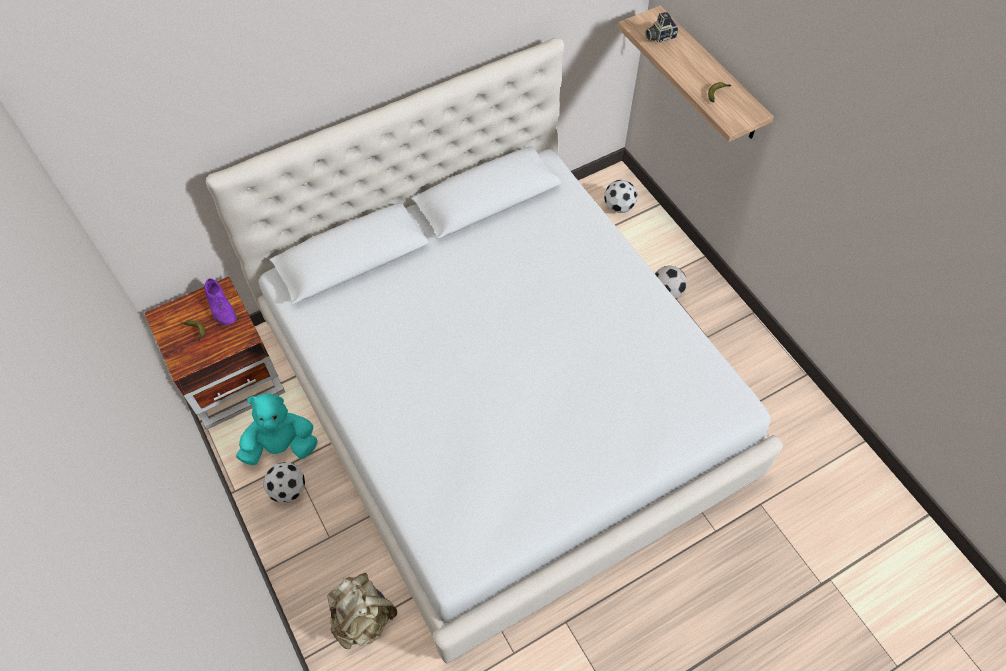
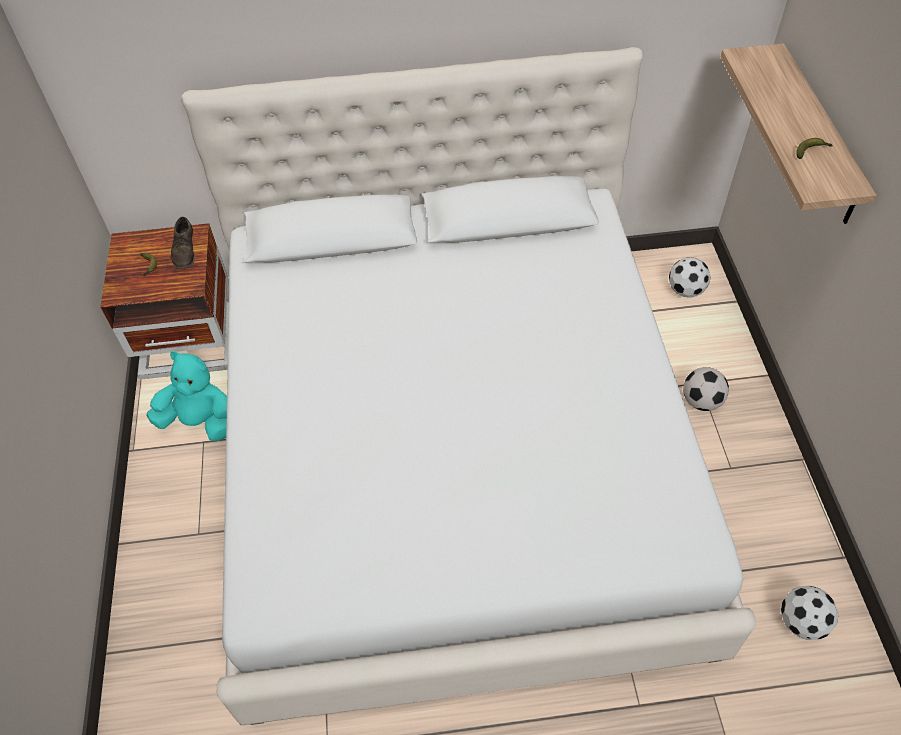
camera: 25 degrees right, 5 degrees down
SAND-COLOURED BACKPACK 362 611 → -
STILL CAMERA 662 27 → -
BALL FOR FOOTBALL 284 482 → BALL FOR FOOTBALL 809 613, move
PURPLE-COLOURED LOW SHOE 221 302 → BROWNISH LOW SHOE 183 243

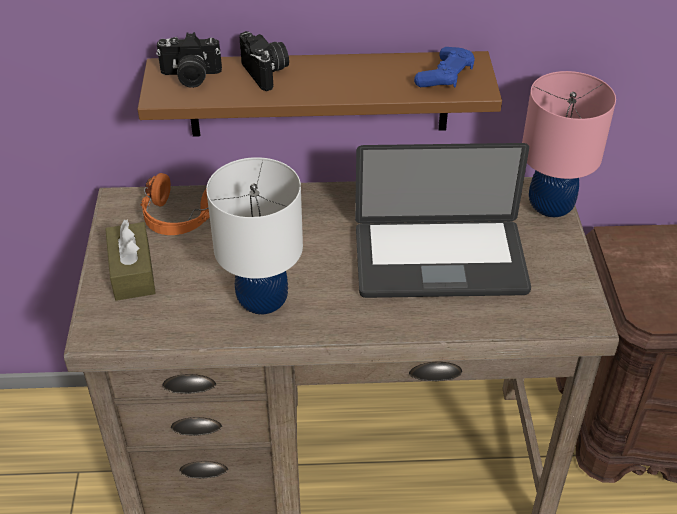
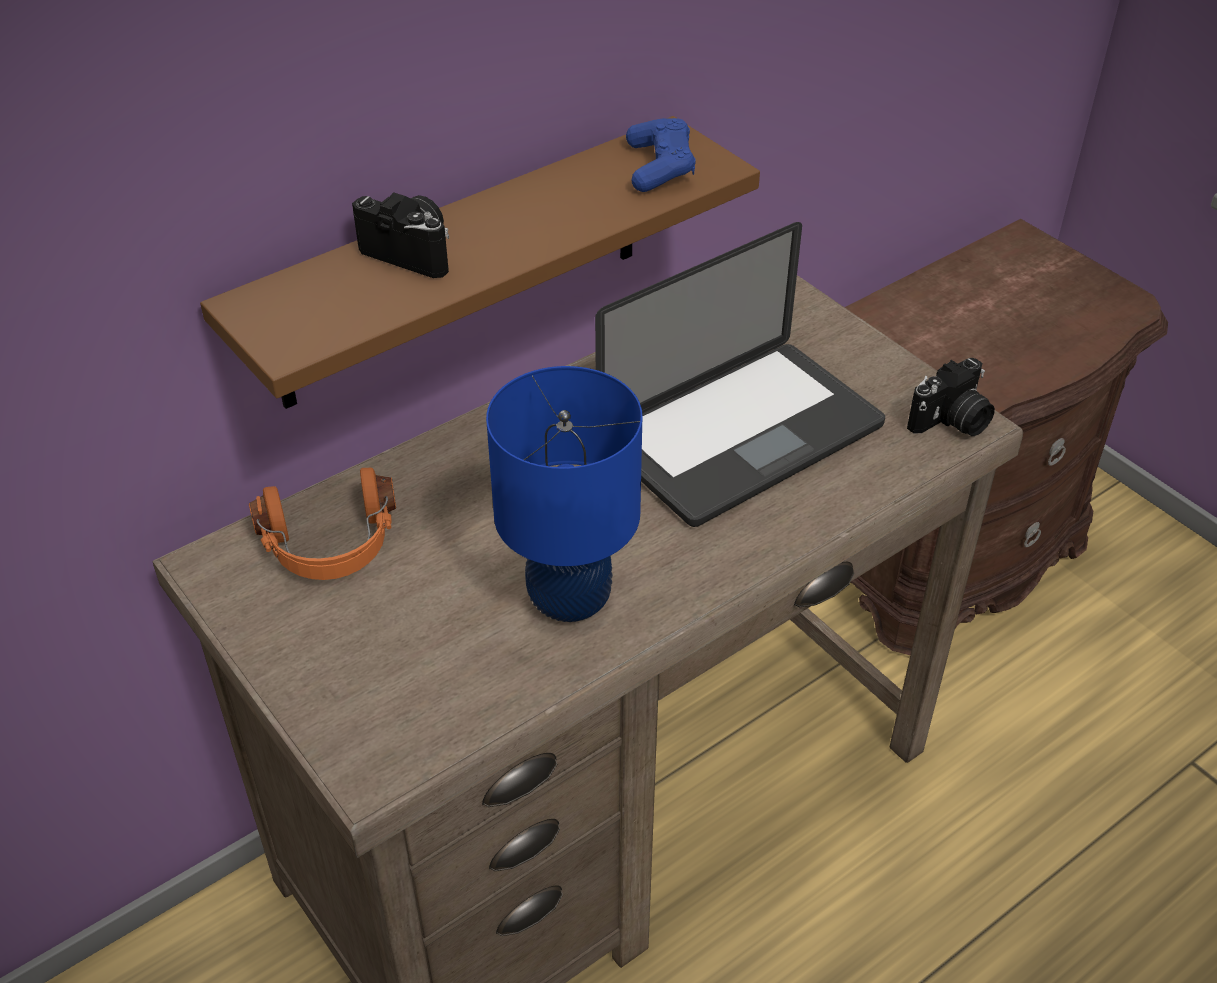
camera: 35 degrees left, 0 degrees up
BROWNISH BOX OF TISSUES 130 260 → -
PINKISH LAMP FOR A TABLE 569 144 → -
STILL CAMERA 189 60 → STILL CAMERA 951 397, move
WHITE-COLOURED LAMP FOR A TABLE 254 235 → BLUISH LAMP FOR A TABLE 564 494

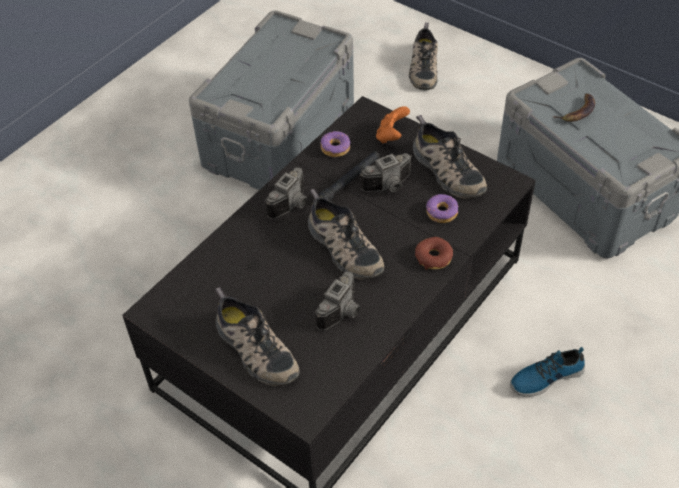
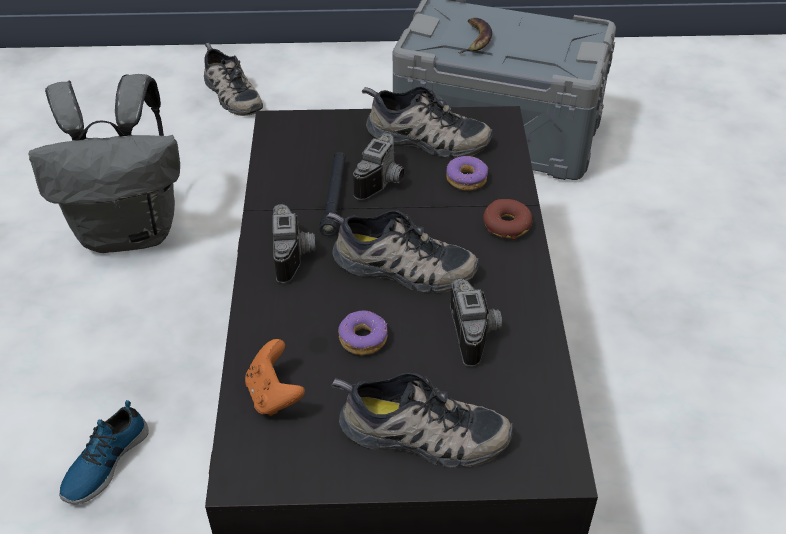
camera: 40 degrees left, 5 degrees down
RING DOUGHNUT 335 144 → RING DOUGHNUT 363 332, move
ORANGEY GAMEPAD 393 125 → ORANGEY GAMEPAD 275 377, move
LOW SHOE 547 372 → LOW SHOE 104 452, move
GRAY STORAGE CONTAINER 271 100 → GRAY BACKPACK 104 163

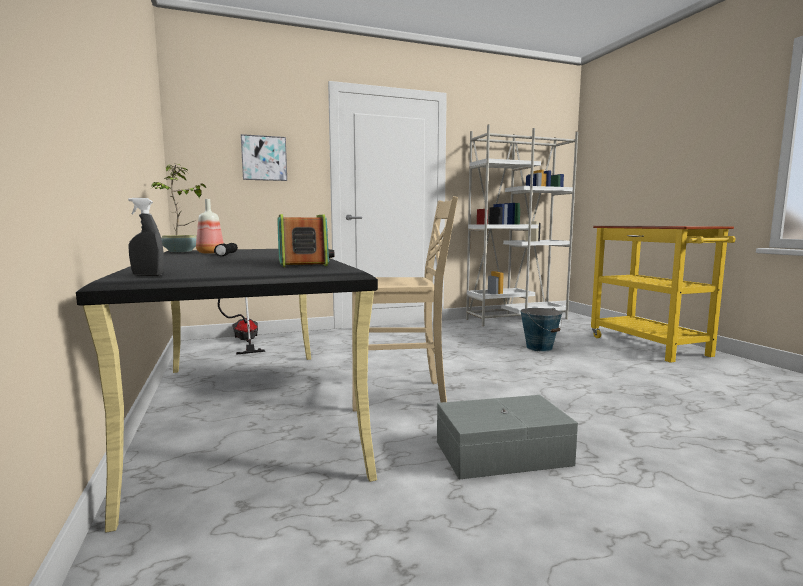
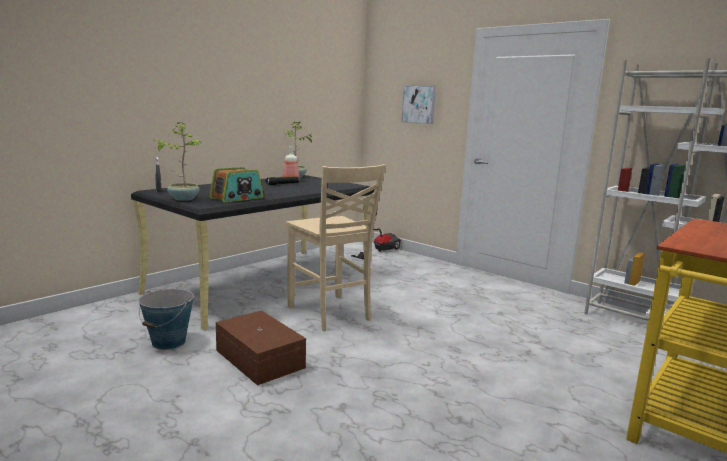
camera: 60 degrees right, 5 degrees up
- → POTTED PLANT 177 161
PAIL 541 329 → PAIL 166 319, move
GRAY STORAGE CONTAINER 507 437 → BROWNISH STORAGE CONTAINER 261 347

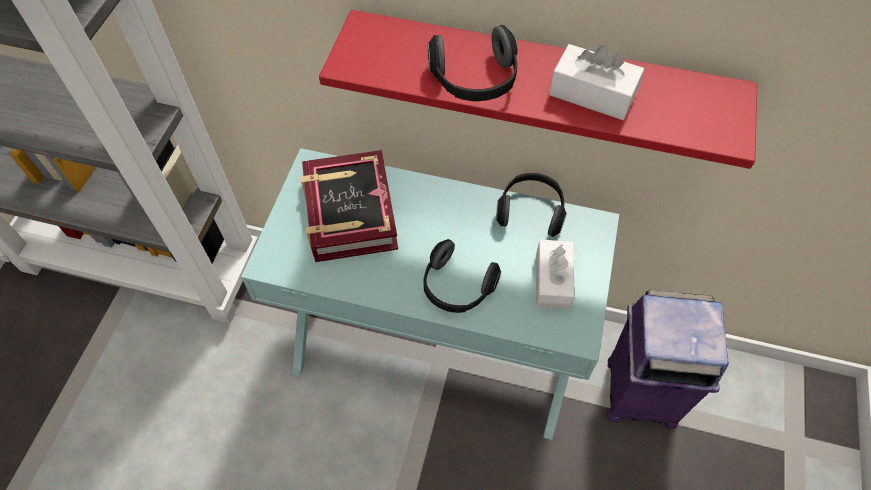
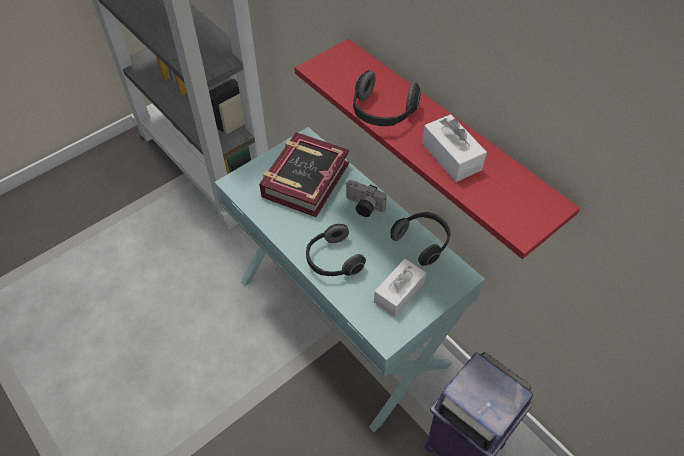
camera: 35 degrees right, 5 degrees down
- → STILL CAMERA 366 198

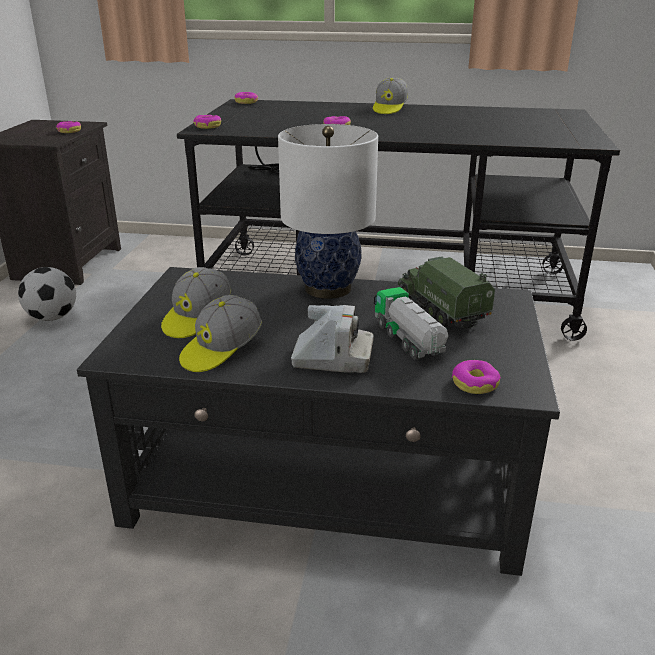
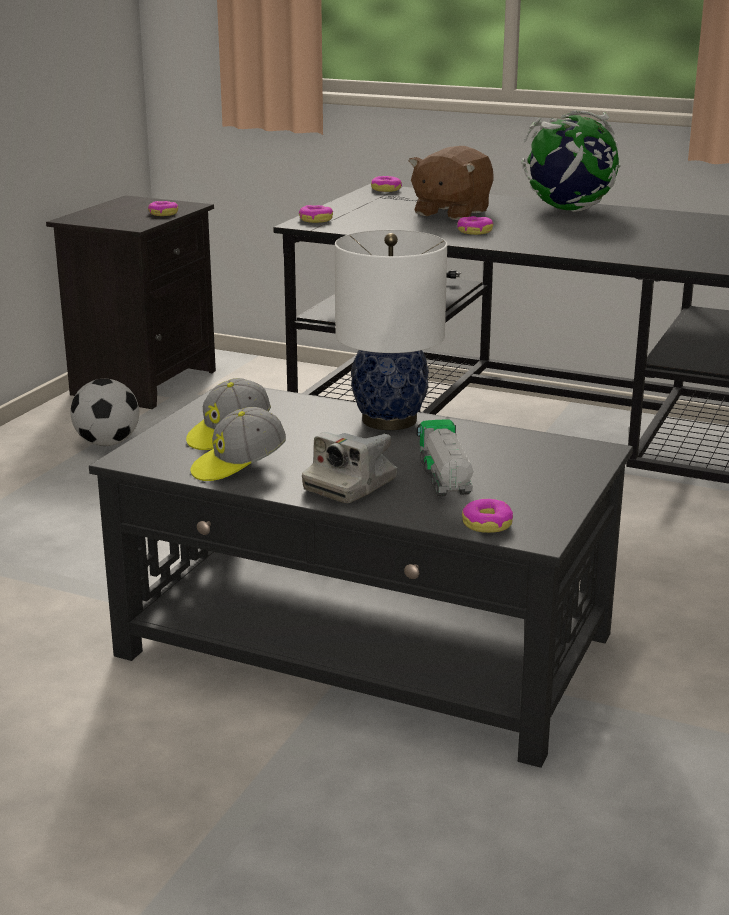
camera: 15 degrees right, 5 degrees down
TOY LORRY 446 293 → -
- → BROWNISH SOFT TOY 451 183
CAP 390 95 → GLOBE 571 161
STILL CAMERA 332 339 → STILL CAMERA 349 467, 105 degrees clockwise

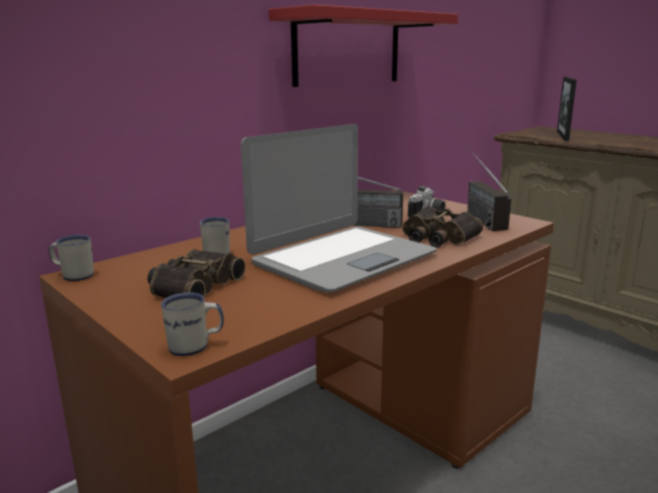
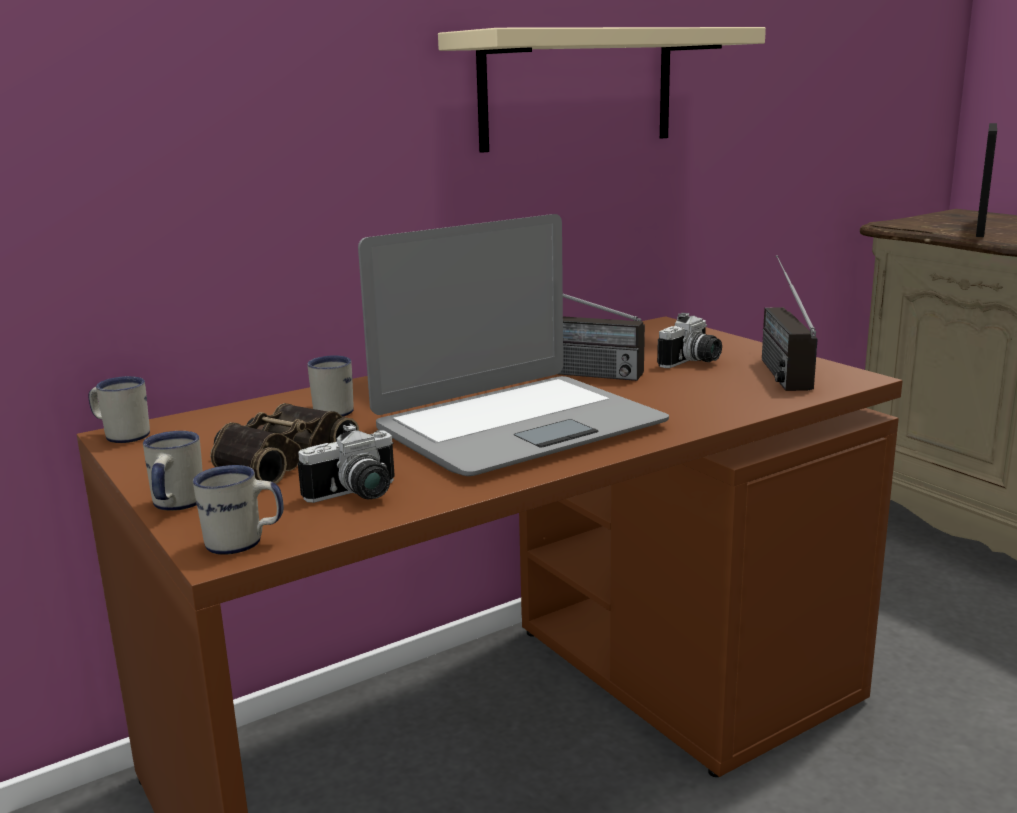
camera: 10 degrees right, 0 degrees up
PAIR OF BINOCULARS 442 226 → -
- → WHITE-COLOURED COFFEE MUG 173 471
- → STILL CAMERA 346 463
RED-COLOURED WALL SHELF 363 46 → SAND-COLOURED WALL SHELF 602 90

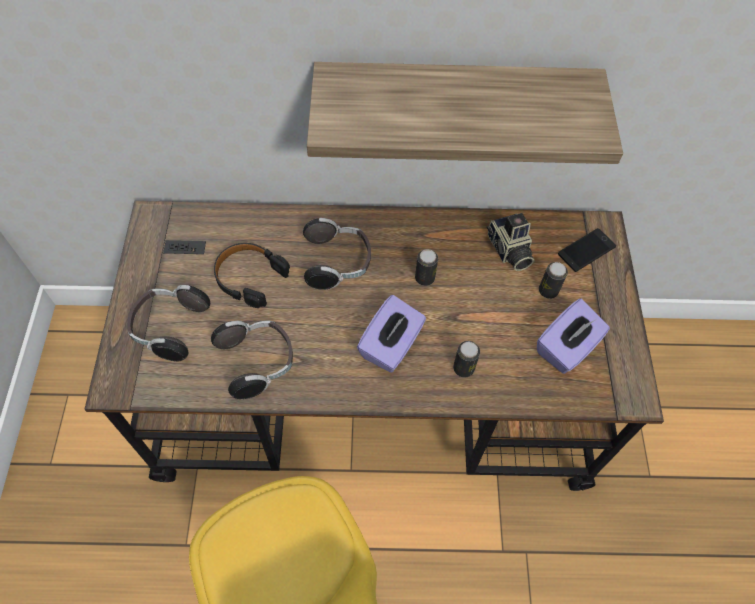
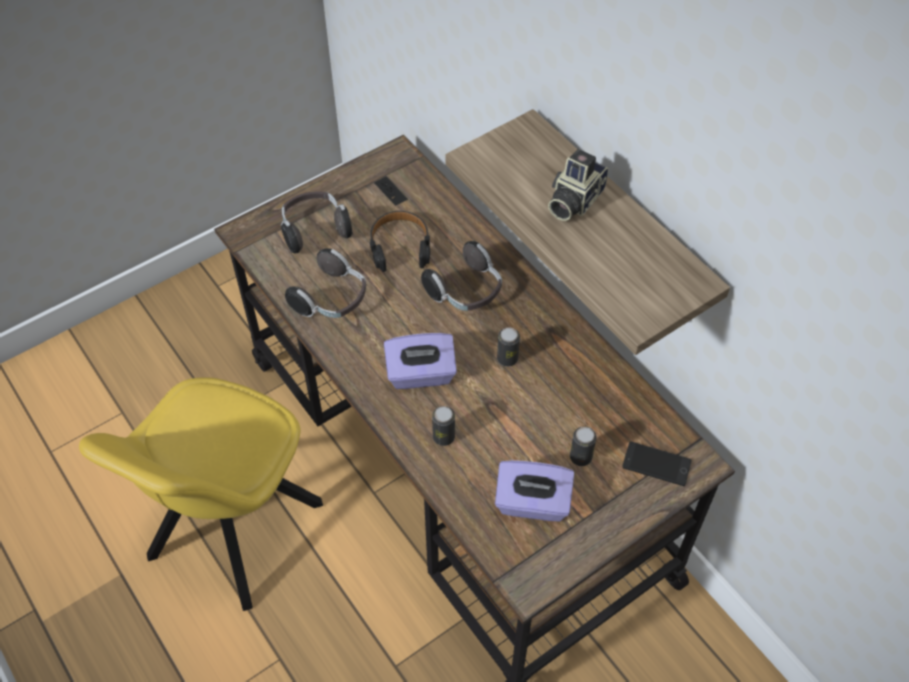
camera: 55 degrees right, 5 degrees down
STILL CAMERA 510 242 → STILL CAMERA 578 185, move

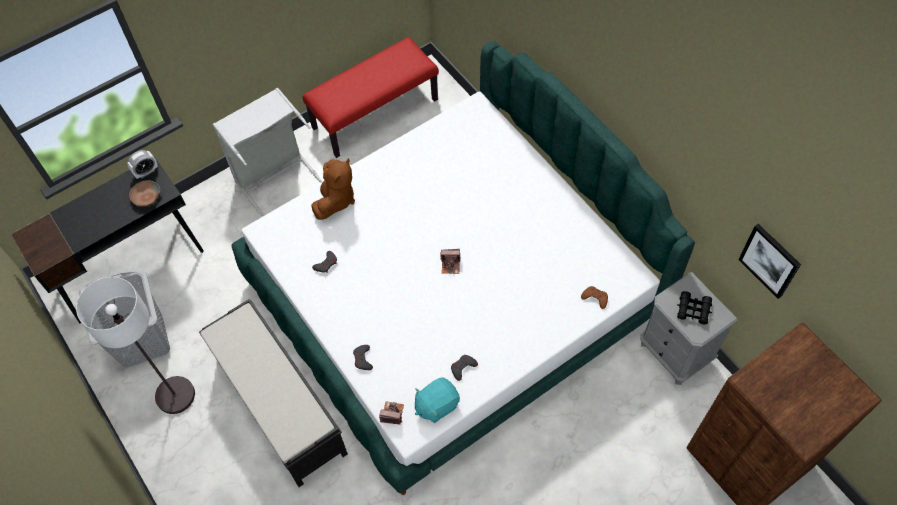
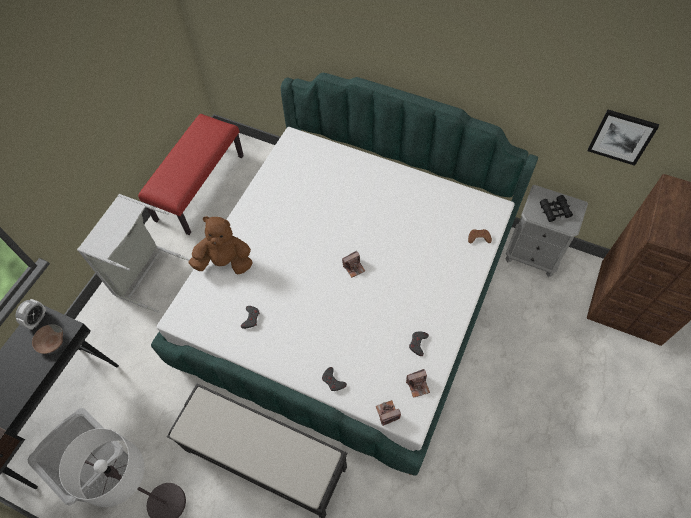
camera: 30 degrees left, 0 degrees up
TURQUOISE SOFT TOY 437 400 → STILL CAMERA 418 383
BROWNISH SOFT TOY 333 189 → BROWNISH SOFT TOY 221 245, 75 degrees counterclockwise

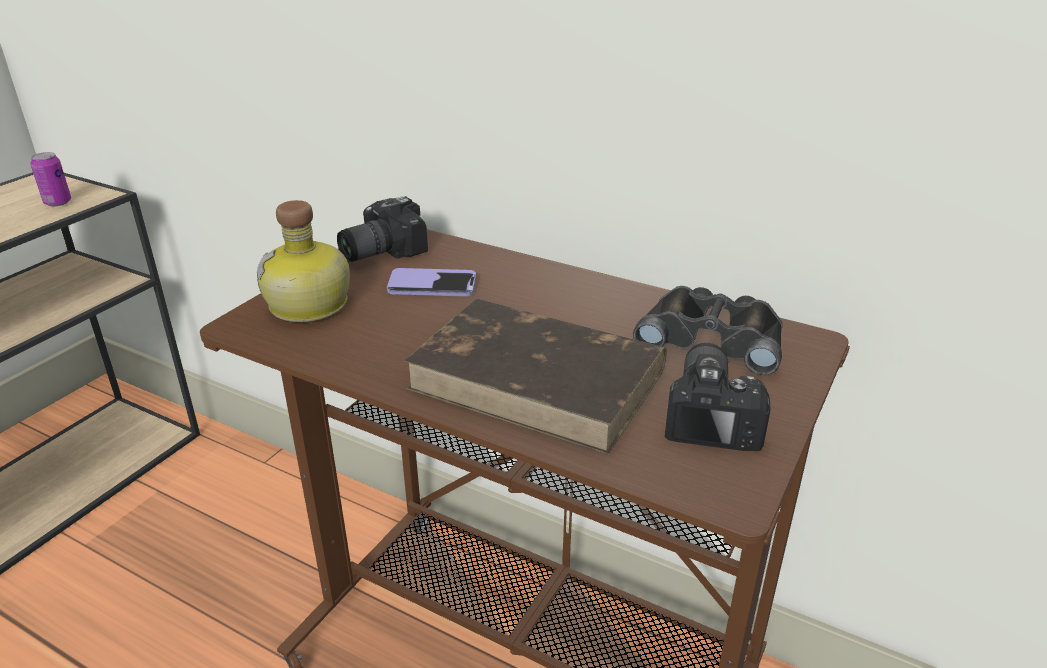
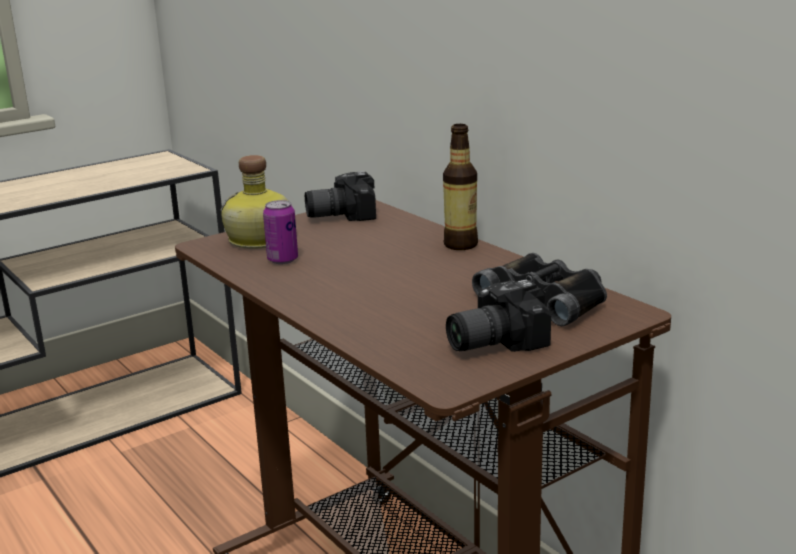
camera: 25 degrees right, 10 degrees down
HANDSET 431 282 → -
BROWNISH BOOK 535 377 → -
- → BOTTLE 460 187
SEALED CAN 50 179 → SEALED CAN 280 232, move
STILL CAMERA 718 397 → STILL CAMERA 498 316, 150 degrees counterclockwise

